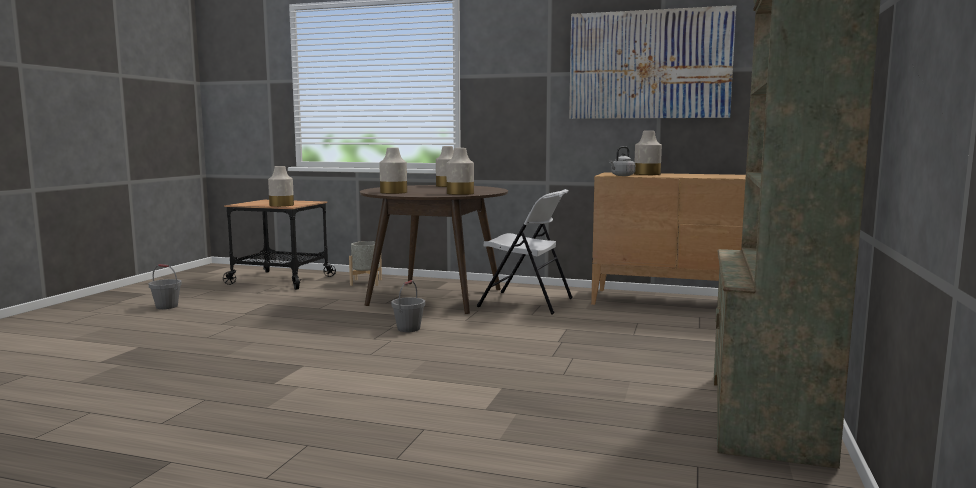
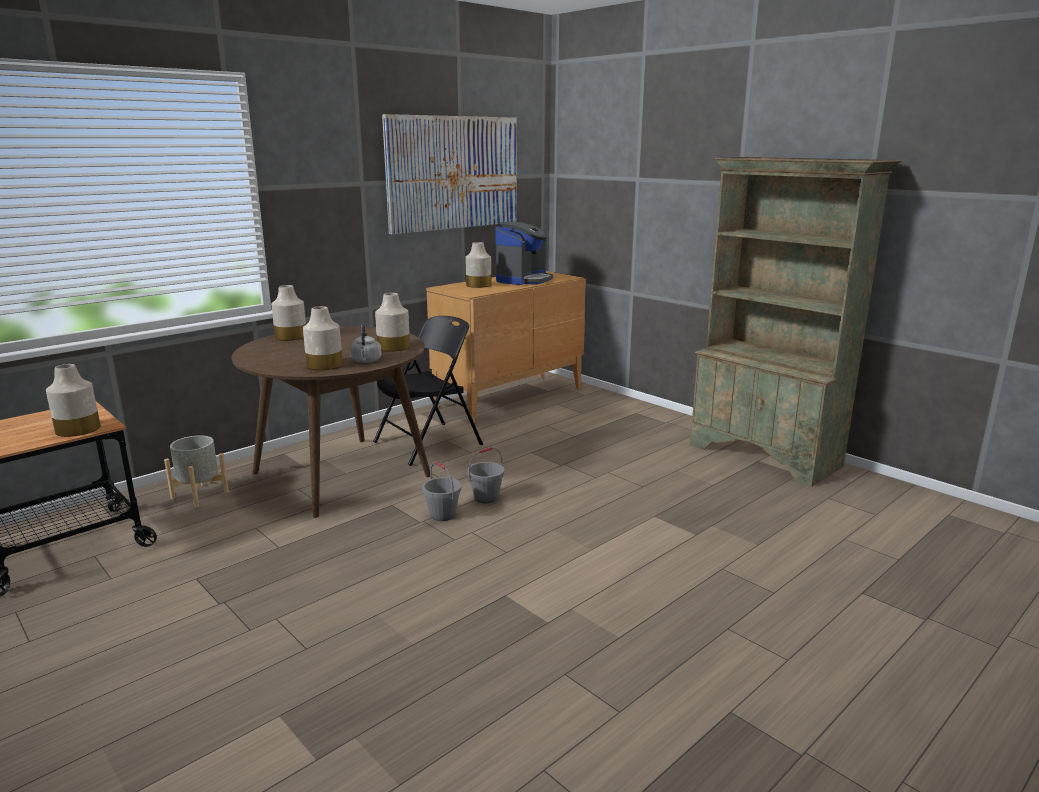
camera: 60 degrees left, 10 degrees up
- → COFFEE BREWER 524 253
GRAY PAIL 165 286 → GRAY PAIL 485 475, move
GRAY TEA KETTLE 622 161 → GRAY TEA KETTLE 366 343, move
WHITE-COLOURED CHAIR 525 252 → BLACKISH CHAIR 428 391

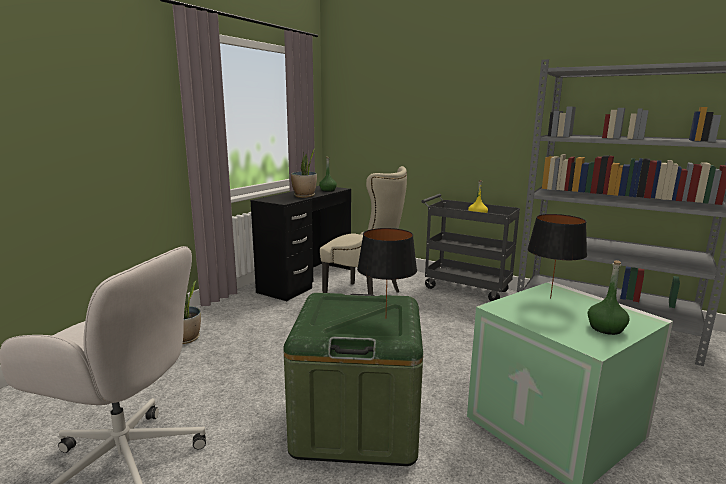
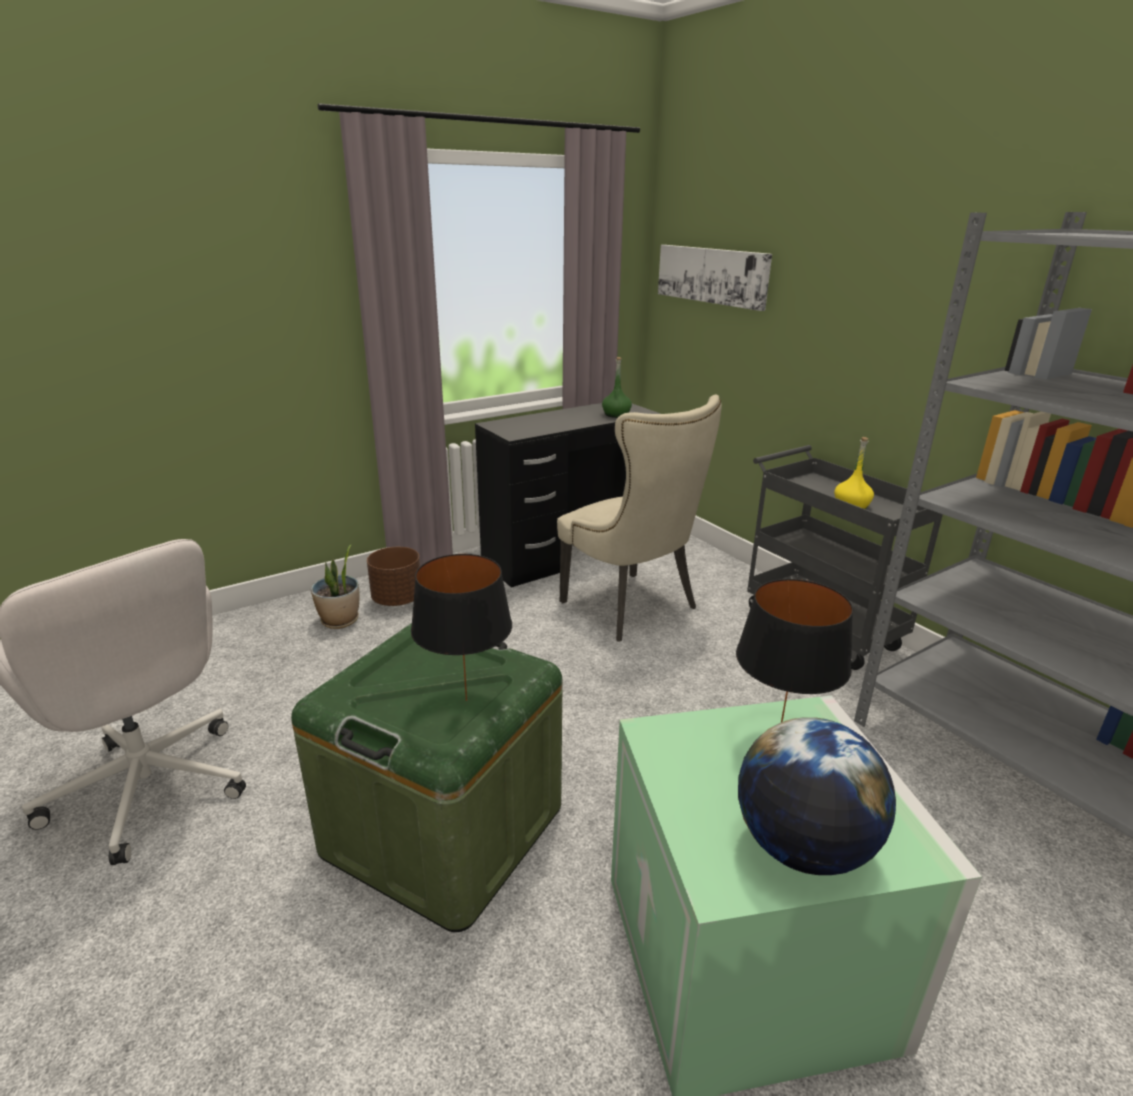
camera: 25 degrees right, 10 degrees up
POTTED PLANT 304 172 → -
- → BROWNISH FLOWER POT 393 576
- → WALL ART 715 278
GREENISH BOTTLE 608 297 → GLOBE 817 796

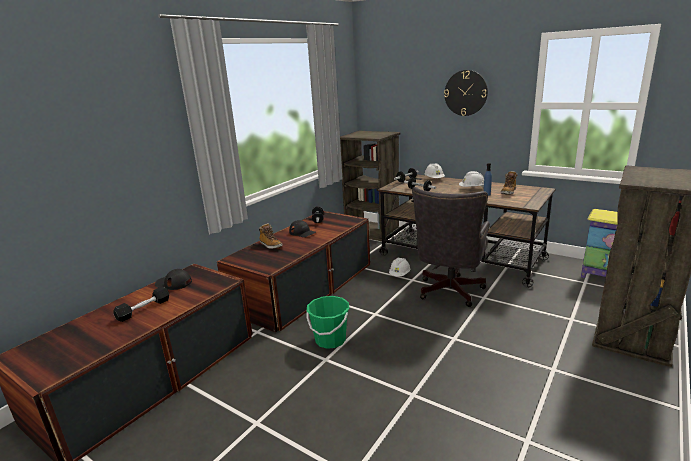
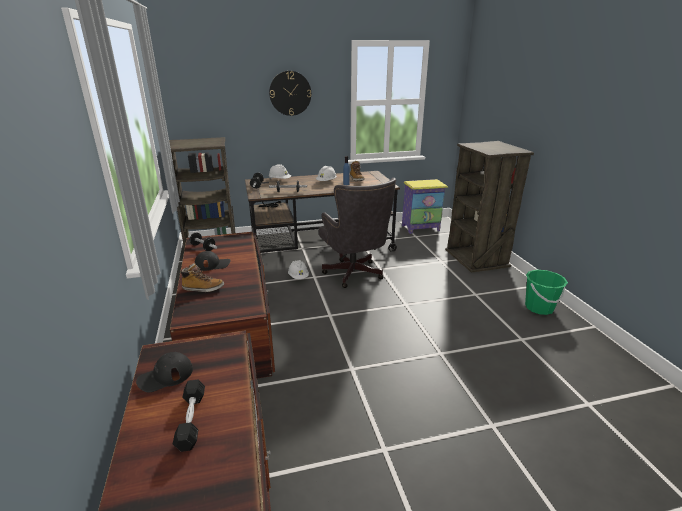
camera: 50 degrees left, 5 degrees up
GREENISH PAIL 328 322 → GREENISH PAIL 546 292, move

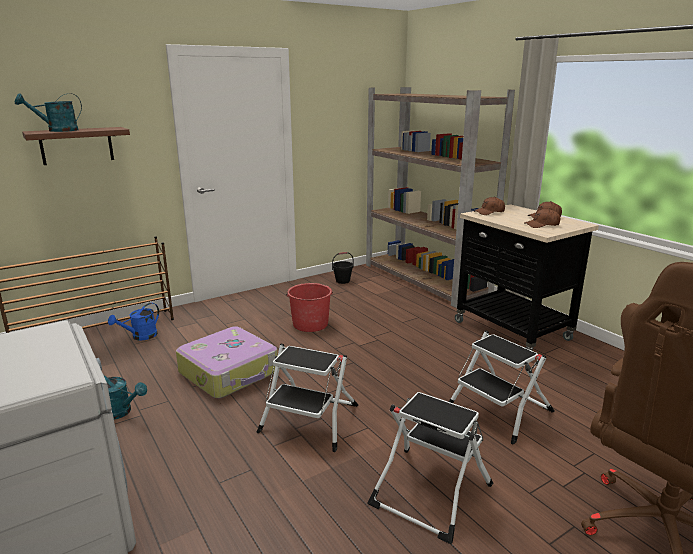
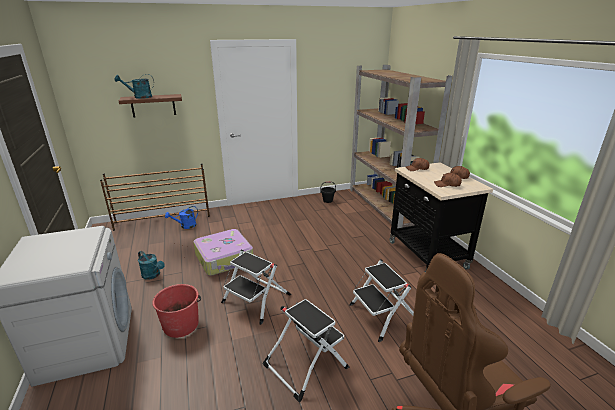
camera: 15 degrees right, 5 degrees up
RED-COLOURED PAIL 309 307 → RED-COLOURED PAIL 176 311, move

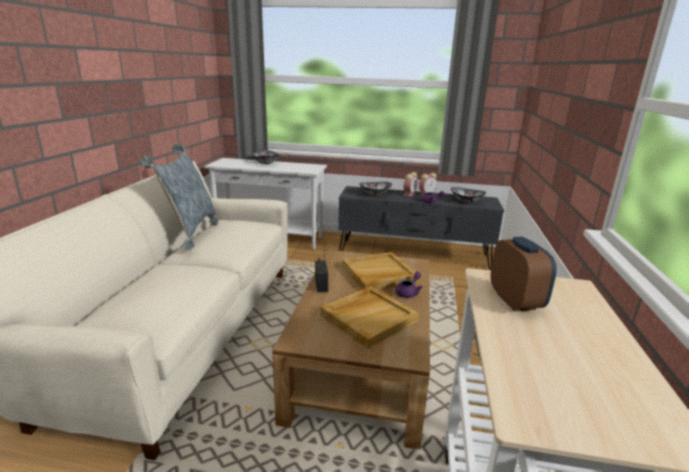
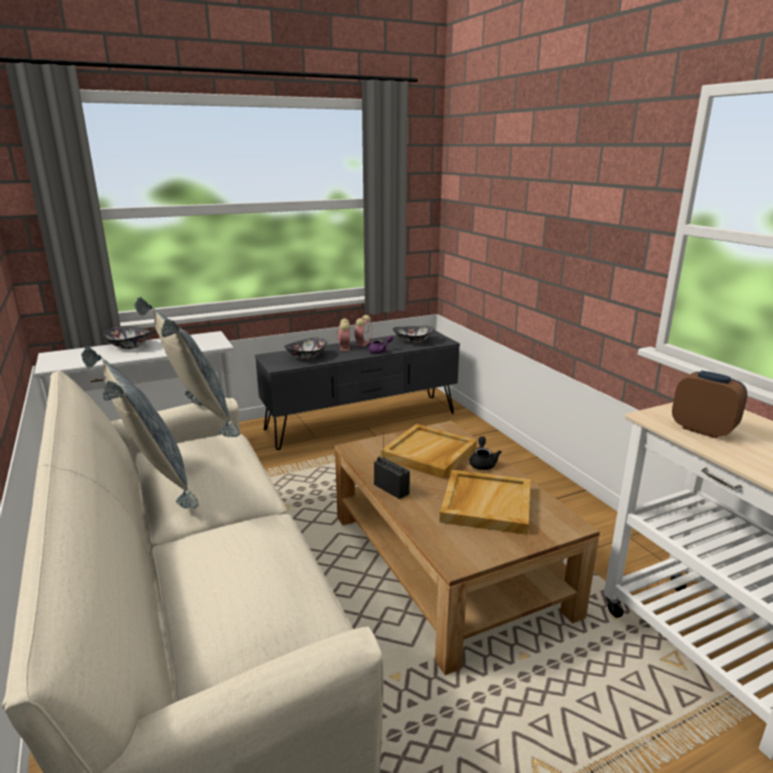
camera: 35 degrees left, 0 degrees up
- → THROW PILLOW 187 367
PURPLE-COLOURED TEAPOT 409 285 → BLACKISH TEAPOT 485 453

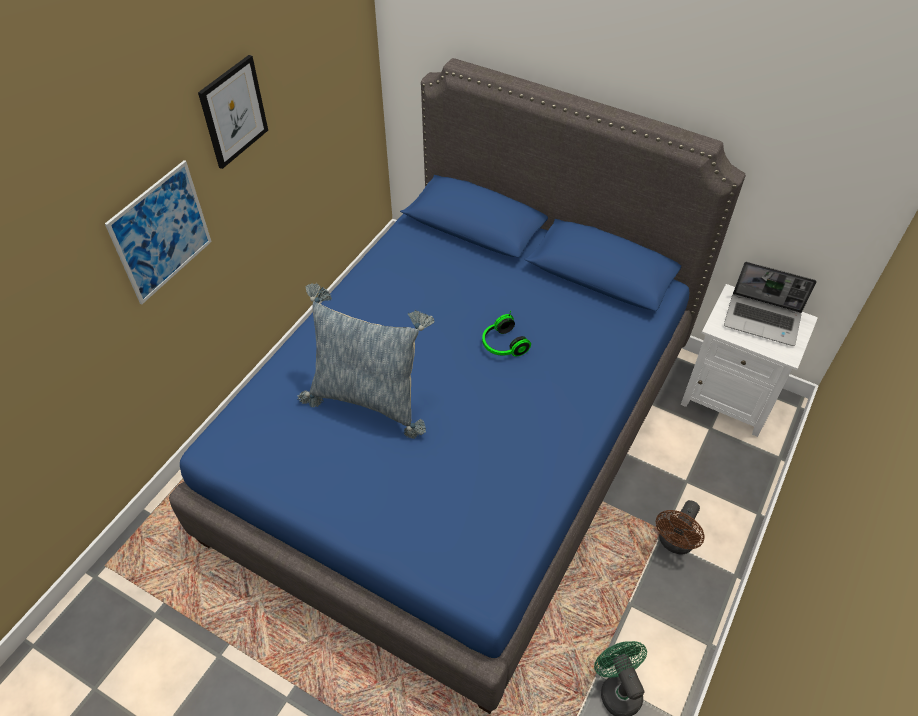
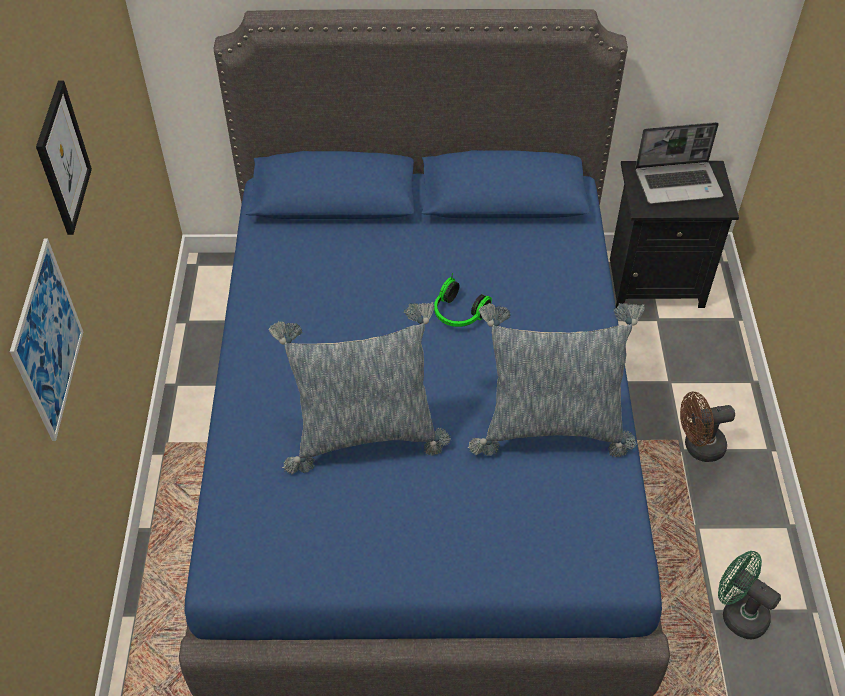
camera: 30 degrees left, 0 degrees up
- → THROW PILLOW 556 380
WHITE-COLOURED NIGHTSTAND 749 360 → BLACKISH NIGHTSTAND 674 234
BROWNISH COOLING FAN 680 527 → BROWNISH COOLING FAN 707 427, 75 degrees clockwise

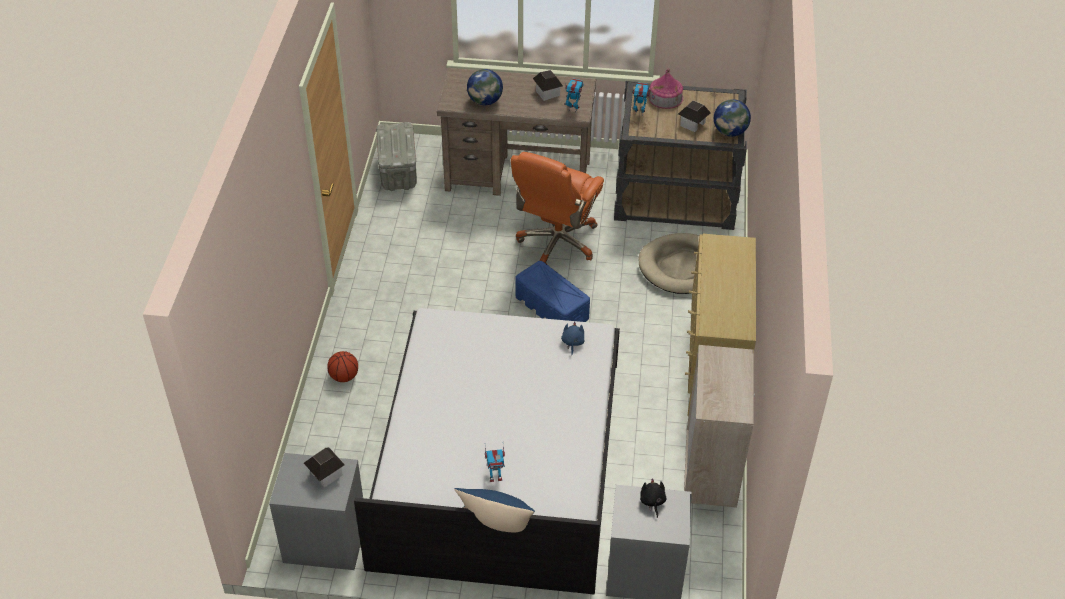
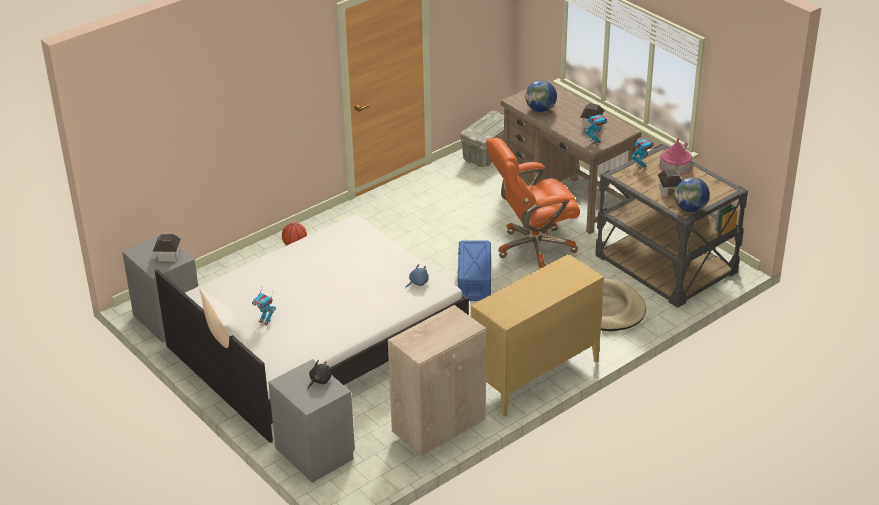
camera: 45 degrees right, 10 degrees down
BLUISH THROW PILLOW 494 510 → WHITE-COLOURED THROW PILLOW 224 318

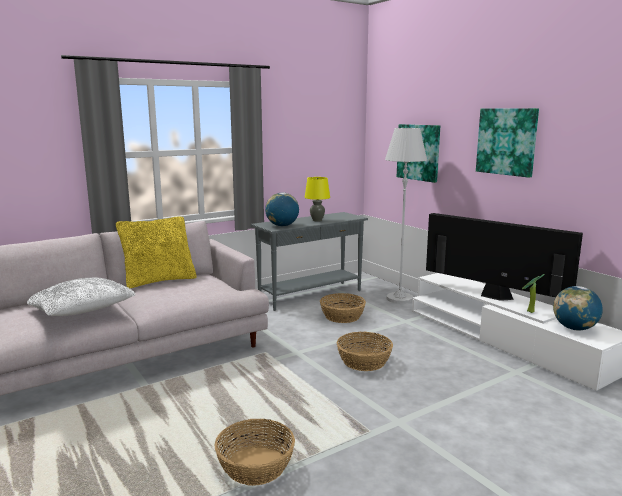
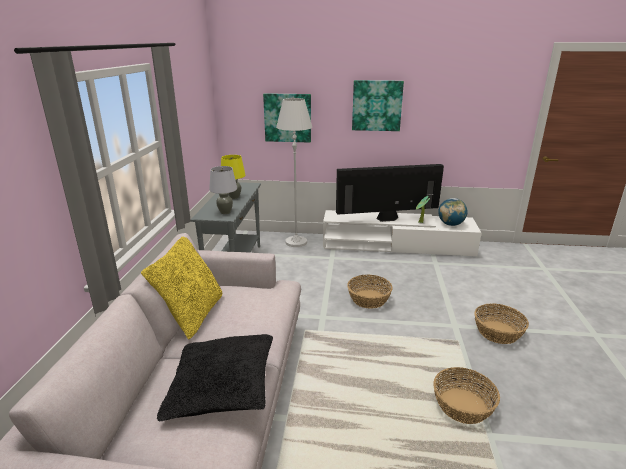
camera: 50 degrees left, 10 degrees up
BASKET 343 308 → BASKET 502 324, move
GLOBE 282 209 → GRAY LAMP FOR A TABLE 223 190
WHITE-COLOURED THROW PILLOW 81 296 → BLACKISH THROW PILLOW 215 378

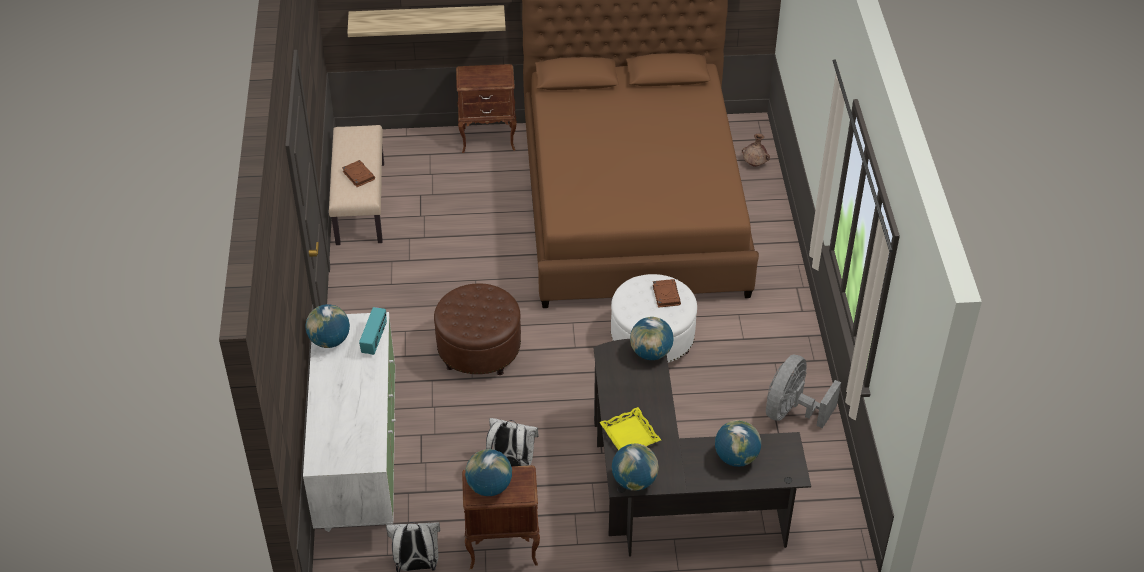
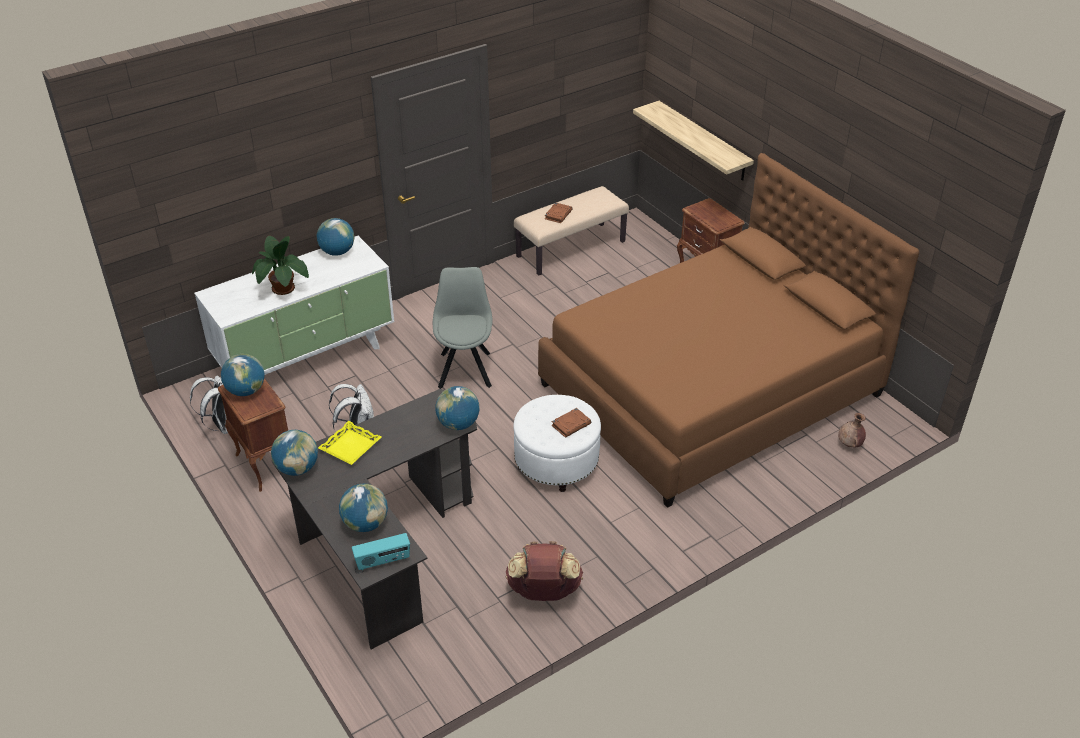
camera: 60 degrees right, 5 degrees down
- → POTTED PLANT 280 265
RADIO RECEIVER 373 331 → RADIO RECEIVER 381 551, move
BROWNISH OTTOMAN 477 329 → GRAY CHAIR 463 328
GRAY COOLING FAN 803 391 → BROWNISH BACKPACK 544 571

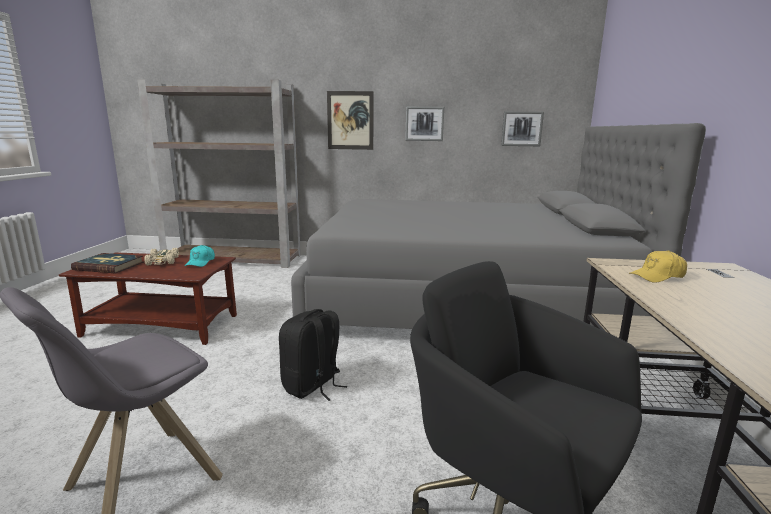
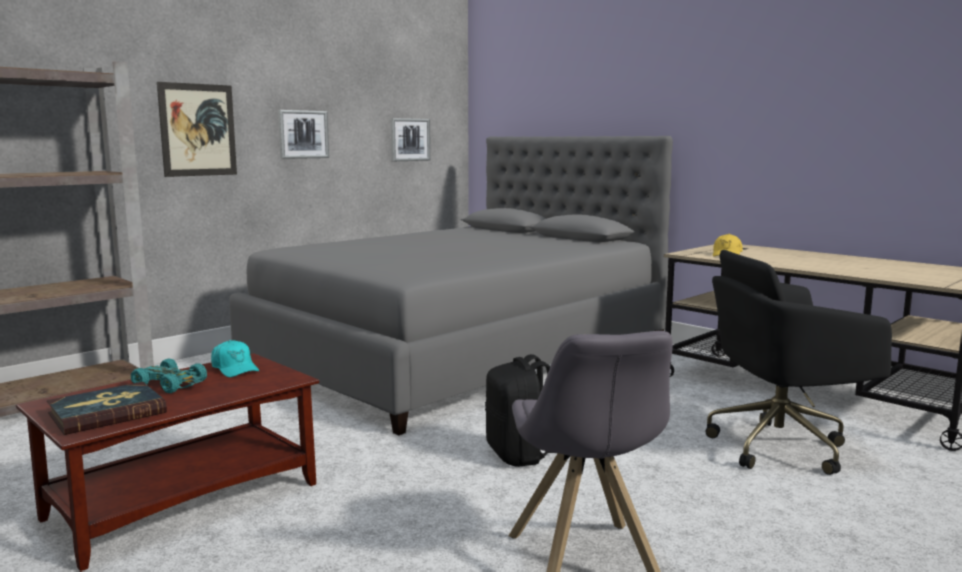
camera: 50 degrees left, 5 degrees down
SAND-COLOURED MINIATURE CAR 161 256 → TURQUOISE MINIATURE CAR 169 376

